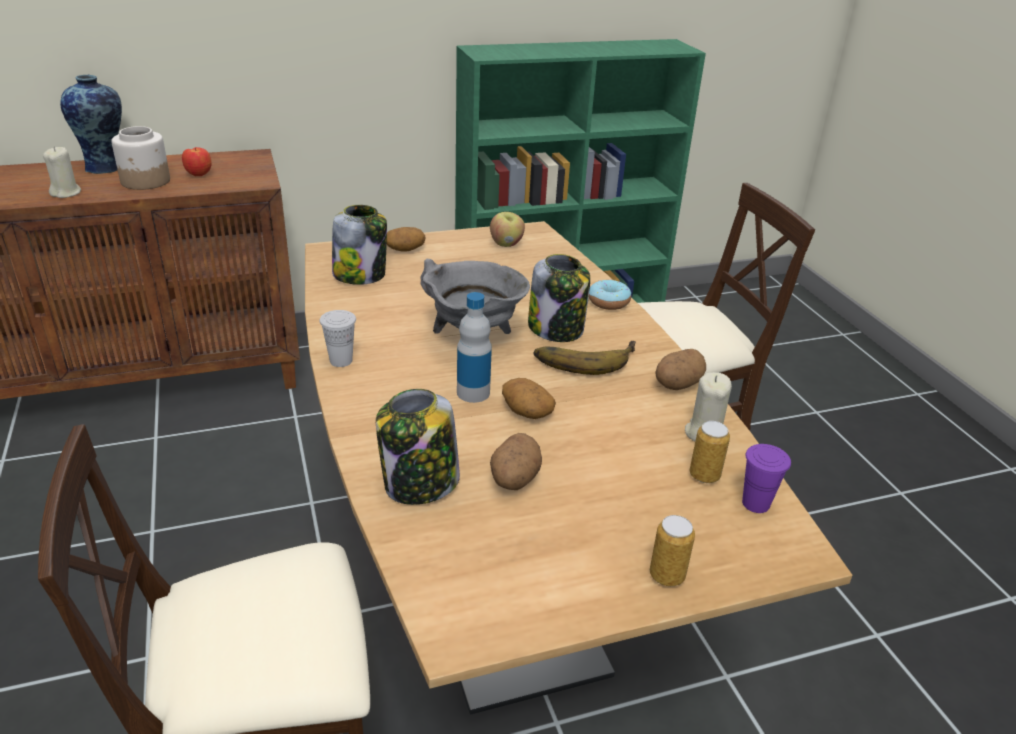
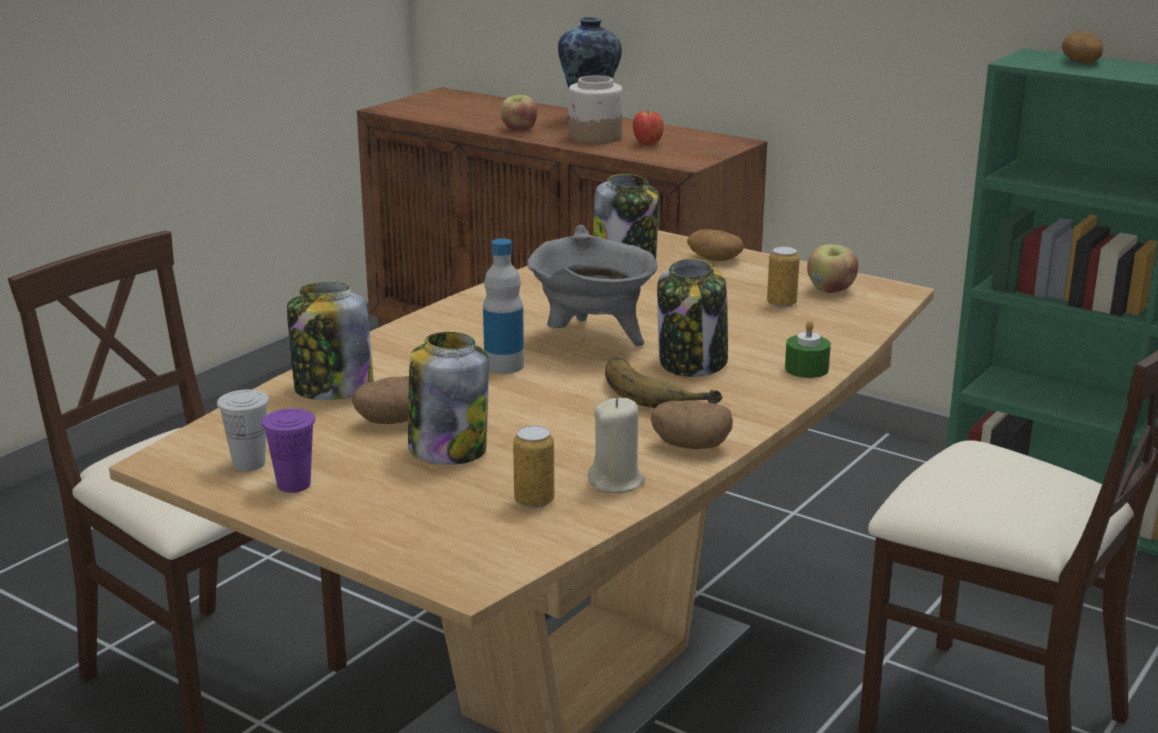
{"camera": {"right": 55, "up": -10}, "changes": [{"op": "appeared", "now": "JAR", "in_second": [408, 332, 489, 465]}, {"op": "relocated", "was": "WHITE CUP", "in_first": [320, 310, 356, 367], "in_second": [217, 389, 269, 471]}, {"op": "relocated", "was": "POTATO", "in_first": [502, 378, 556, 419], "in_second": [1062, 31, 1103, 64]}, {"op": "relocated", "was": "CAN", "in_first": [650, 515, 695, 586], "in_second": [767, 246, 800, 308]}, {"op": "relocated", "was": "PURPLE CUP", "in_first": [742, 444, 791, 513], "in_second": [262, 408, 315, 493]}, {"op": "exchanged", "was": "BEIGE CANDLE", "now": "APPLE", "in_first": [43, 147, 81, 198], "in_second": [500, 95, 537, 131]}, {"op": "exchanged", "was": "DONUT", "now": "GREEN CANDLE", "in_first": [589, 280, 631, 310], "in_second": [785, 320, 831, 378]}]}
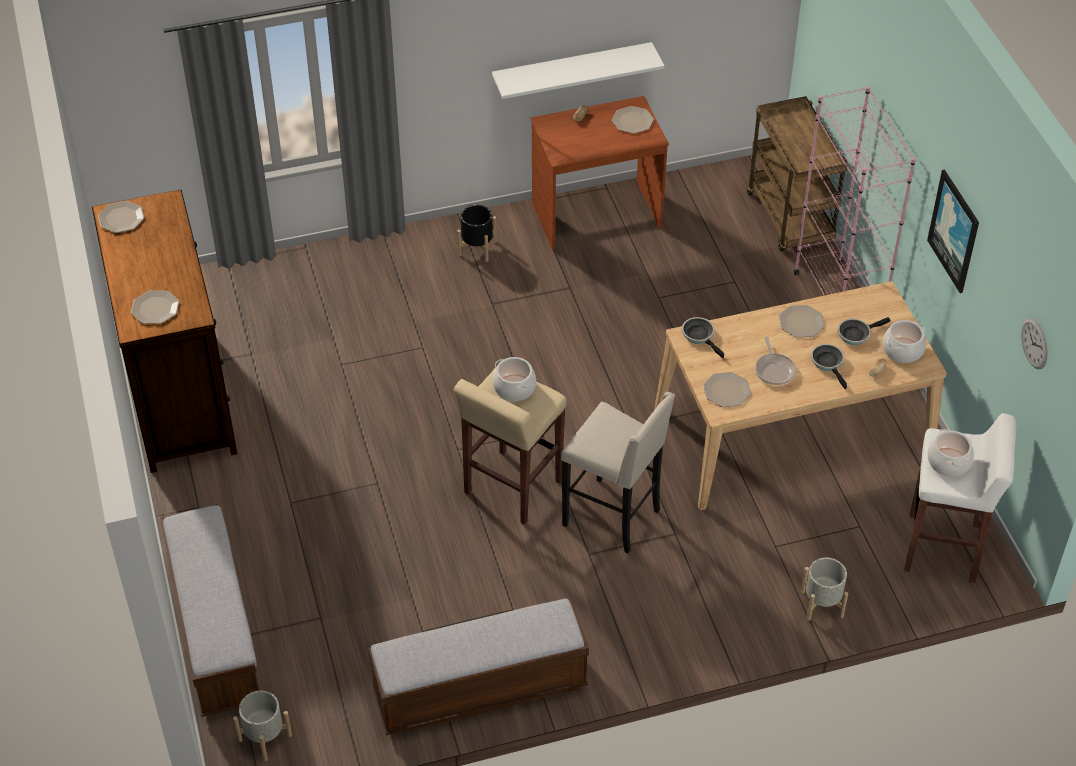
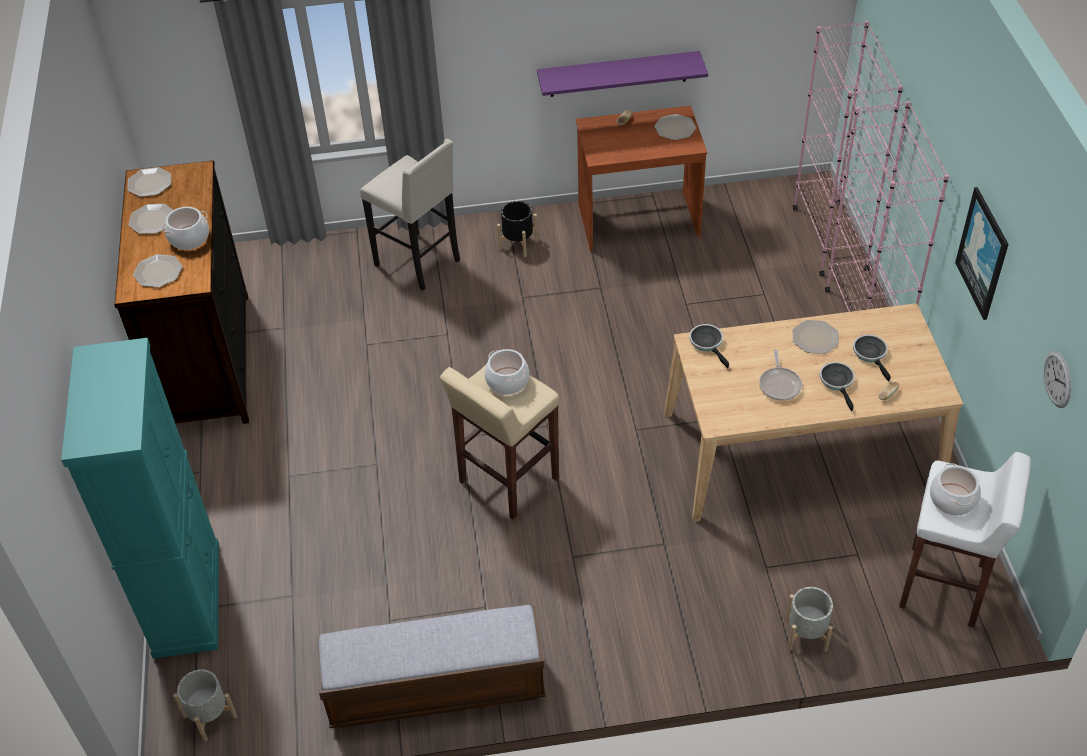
{"camera": {"right": 10, "up": 0}, "changes": [{"op": "relocated", "was": "BEIGE STOOL", "in_first": [561, 392, 675, 554], "in_second": [360, 139, 460, 291]}, {"op": "relocated", "was": "PLATE", "in_first": [703, 372, 751, 407], "in_second": [128, 204, 173, 234]}, {"op": "relocated", "was": "COOKING POT", "in_first": [883, 320, 926, 363], "in_second": [162, 207, 209, 250]}, {"op": "exchanged", "was": "BENCH", "now": "TURQUOISE CABINET", "in_first": [160, 504, 260, 717], "in_second": [61, 338, 219, 659]}, {"op": "exchanged", "was": "BROWN CART", "now": "PINK BOOKCASE", "in_first": [747, 96, 847, 251], "in_second": [793, 21, 903, 277]}, {"op": "colour", "was": "WHITE SHELF", "now": "PURPLE SHELF", "in_first": [492, 42, 665, 99], "in_second": [537, 51, 708, 97]}, {"op": "spun", "was": "FRYING PAN", "in_first": [838, 317, 890, 345], "in_second": [853, 335, 891, 382], "clockwise": 90}]}
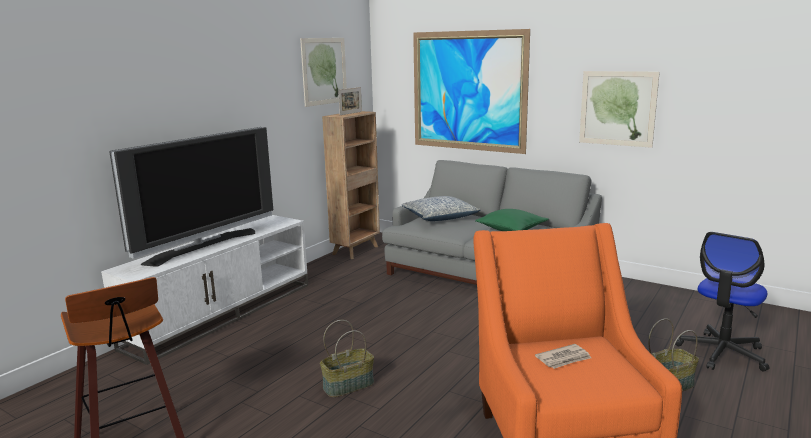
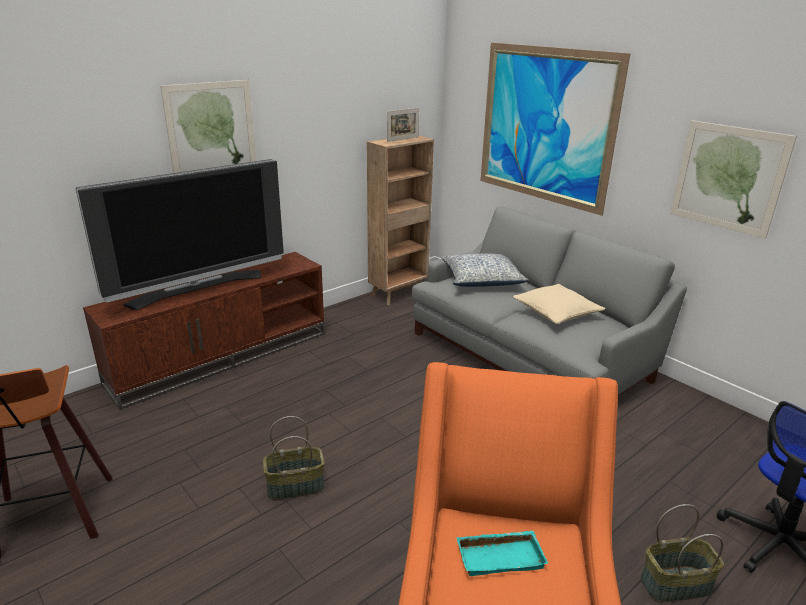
{"camera": {"right": 15, "up": 10}, "changes": [{"op": "relocated", "was": "PICTURE", "in_first": [300, 38, 347, 107], "in_second": [160, 80, 256, 173]}, {"op": "exchanged", "was": "NEWSPAPER", "now": "TURQUOISE TRAY", "in_first": [535, 344, 591, 369], "in_second": [456, 530, 548, 576]}, {"op": "colour", "was": "WHITE TV STAND", "now": "BROWN TV STAND", "in_first": [101, 215, 308, 365], "in_second": [83, 252, 325, 410]}, {"op": "colour", "was": "GREEN PILLOW", "now": "BEIGE PILLOW", "in_first": [475, 209, 548, 231], "in_second": [513, 284, 606, 324]}]}
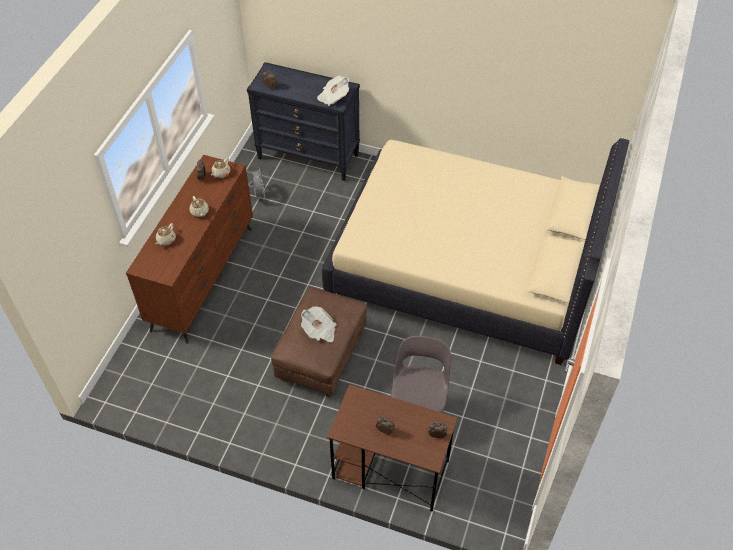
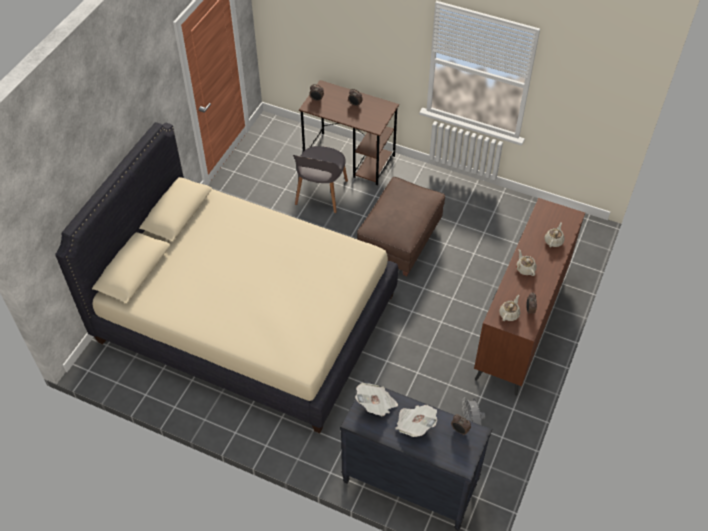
{"camera": {"right": -175, "up": 0}, "changes": [{"op": "relocated", "was": "NEWSPAPER", "in_first": [301, 306, 336, 342], "in_second": [396, 405, 437, 437]}]}
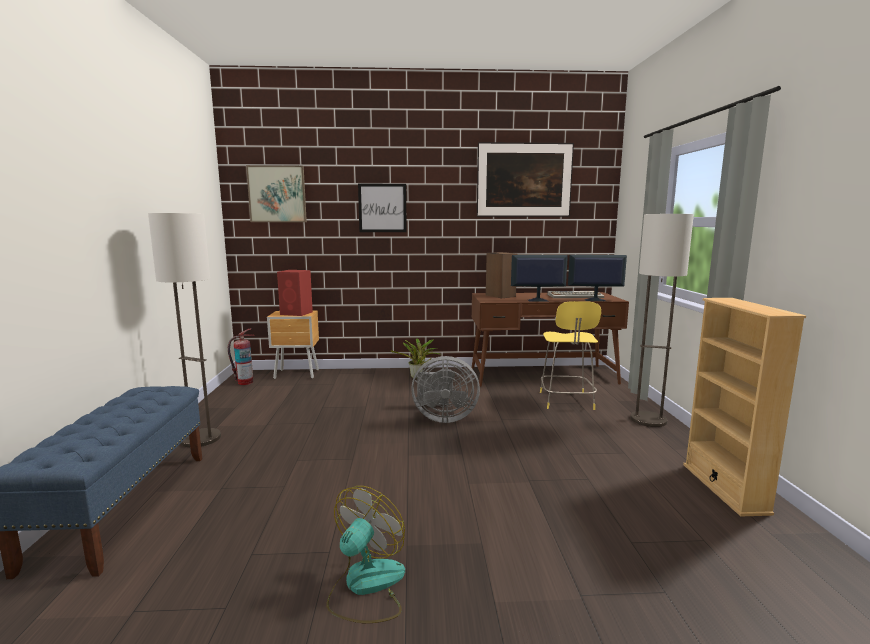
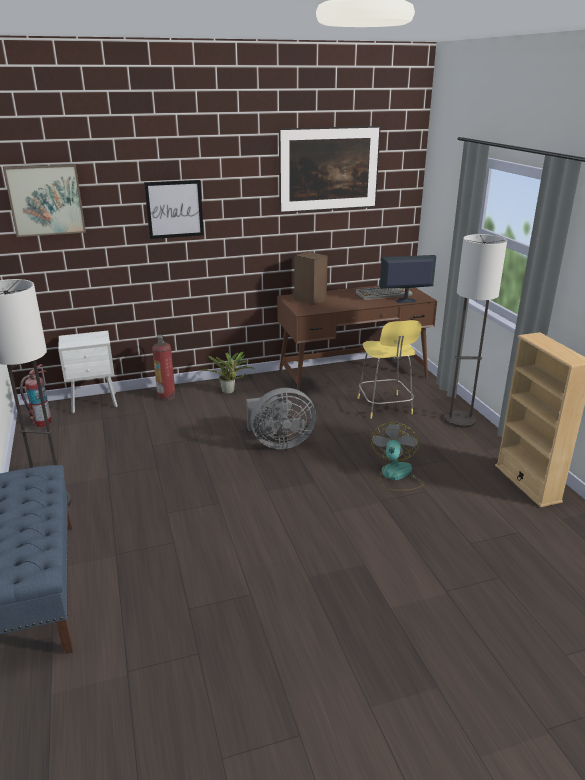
{"camera": {"right": -15, "up": 15}, "changes": [{"op": "missing", "was": "RED SPEAKER", "in_first": [277, 270, 313, 316]}, {"op": "missing", "was": "MONITOR", "in_first": [511, 255, 568, 302]}, {"op": "appeared", "now": "FIRE EXTINGUISHER", "in_second": [152, 335, 176, 401]}, {"op": "relocated", "was": "FAN", "in_first": [327, 486, 405, 623], "in_second": [370, 422, 424, 491]}, {"op": "colour", "was": "BROWN NIGHTSTAND", "now": "WHITE NIGHTSTAND", "in_first": [267, 311, 319, 379], "in_second": [58, 331, 118, 413]}]}
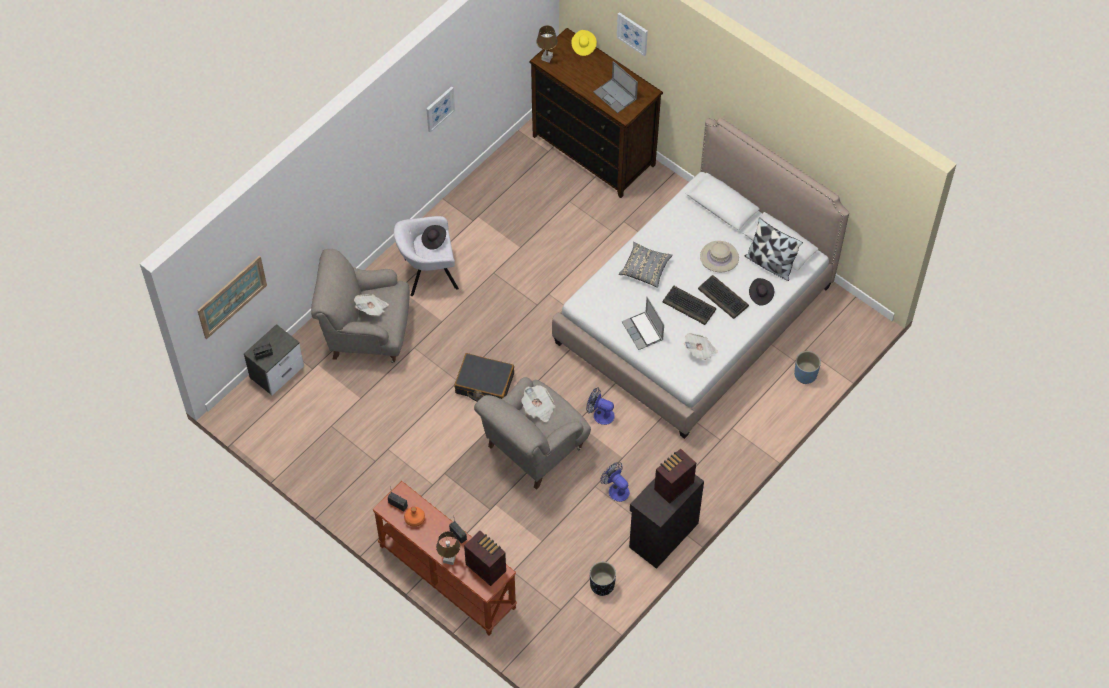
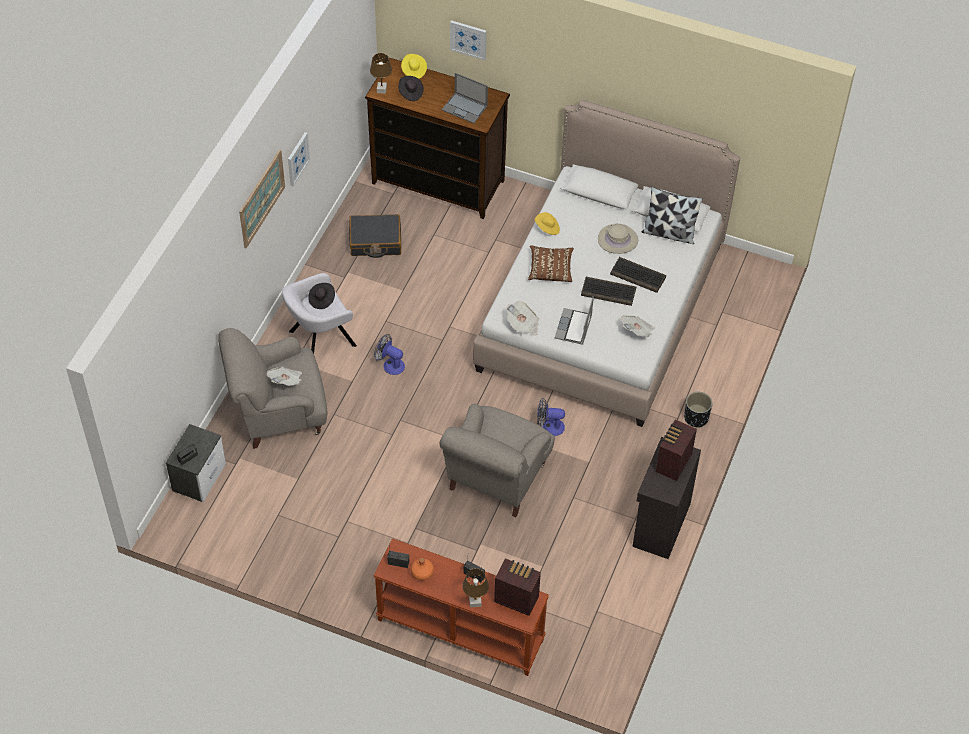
{"camera": {"right": -20, "up": -5}, "changes": [{"op": "missing", "was": "BLUE PLANTER", "in_first": [794, 351, 821, 384]}, {"op": "appeared", "now": "YELLOW HAT", "in_second": [535, 212, 560, 235]}, {"op": "relocated", "was": "PICTURE", "in_first": [197, 256, 267, 339], "in_second": [239, 150, 285, 248]}, {"op": "relocated", "was": "BLACK SUITCASE", "in_first": [454, 353, 514, 402], "in_second": [349, 214, 401, 258]}, {"op": "relocated", "was": "NEWSPAPER", "in_first": [521, 385, 556, 422], "in_second": [506, 301, 539, 336]}, {"op": "relocated", "was": "BLACK PLANTER", "in_first": [590, 562, 616, 596], "in_second": [684, 392, 712, 428]}, {"op": "relocated", "was": "FAN", "in_first": [601, 462, 630, 502], "in_second": [374, 334, 405, 375]}, {"op": "relocated", "was": "BLACK HAT", "in_first": [749, 278, 774, 306], "in_second": [398, 76, 424, 101]}, {"op": "colour", "was": "GREY PILLOW", "now": "BROWN PILLOW", "in_first": [619, 242, 673, 288], "in_second": [528, 245, 574, 282]}, {"op": "spun", "was": "LAPTOP", "in_first": [622, 297, 664, 350], "in_second": [555, 296, 594, 345], "clockwise": 60}]}
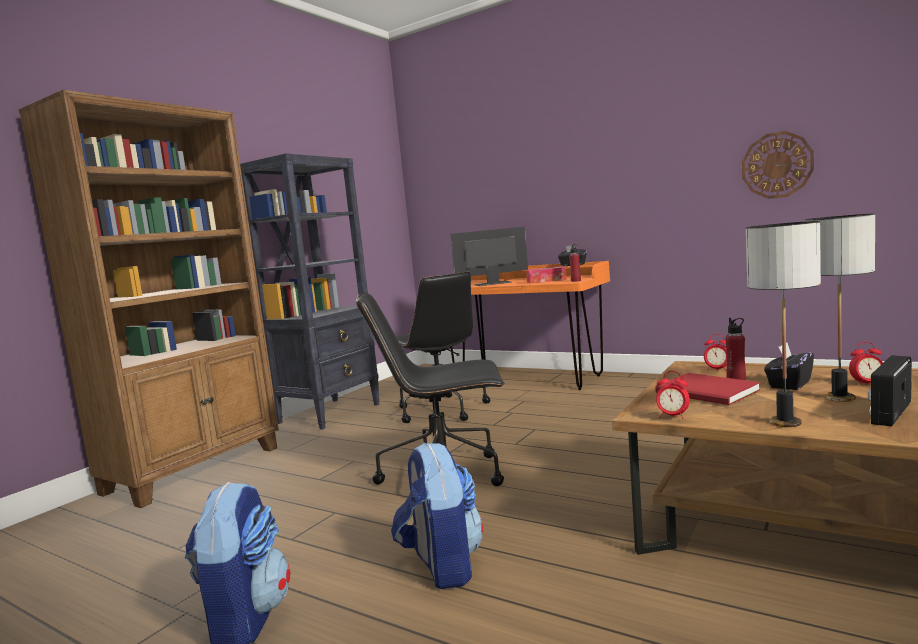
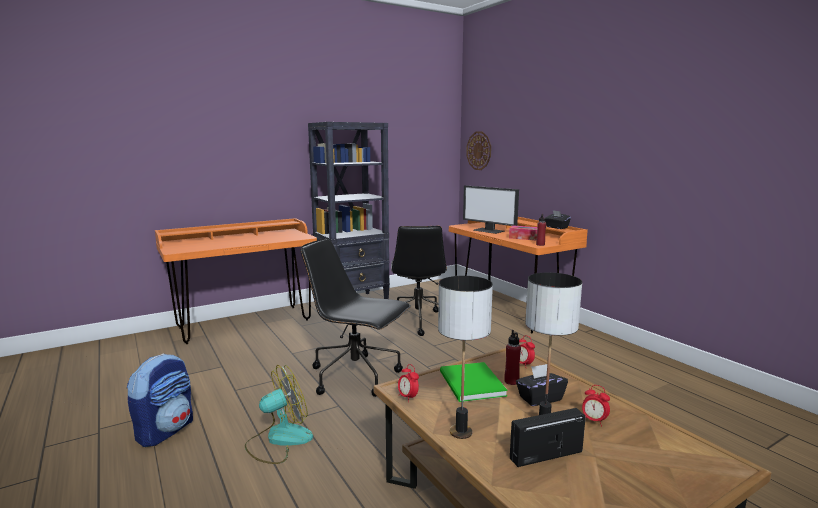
{"camera": {"right": 25, "up": 5}, "changes": [{"op": "relocated", "was": "WALL CLOCK", "in_first": [742, 131, 814, 199], "in_second": [466, 131, 491, 170]}, {"op": "exchanged", "was": "BROWN BOOKCASE", "now": "ORANGE DESK", "in_first": [19, 90, 279, 508], "in_second": [155, 218, 317, 344]}, {"op": "exchanged", "was": "BACKPACK", "now": "FAN", "in_first": [391, 442, 483, 589], "in_second": [245, 365, 313, 464]}, {"op": "colour", "was": "RED BOOK", "now": "GREEN BOOK", "in_first": [655, 373, 760, 405], "in_second": [440, 362, 508, 402]}, {"op": "spun", "was": "MONITOR", "in_first": [450, 227, 528, 286], "in_second": [463, 185, 519, 234], "clockwise": -150}]}
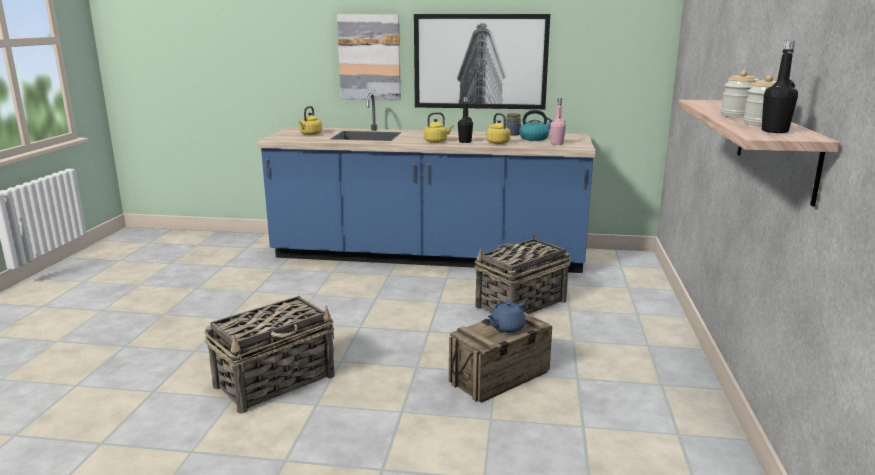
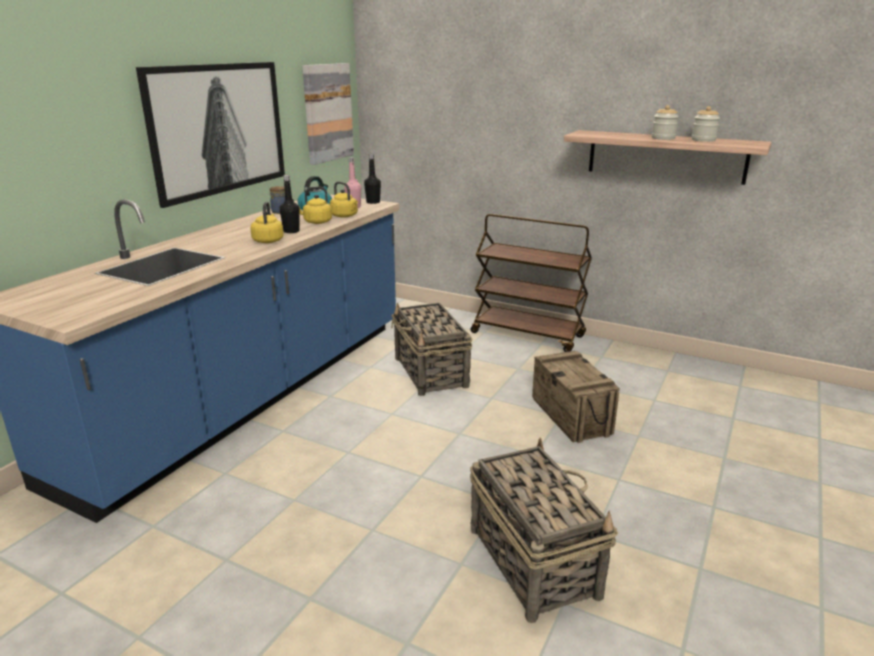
{"camera": {"right": -70, "up": 5}, "changes": [{"op": "missing", "was": "BLUE TEAPOT", "in_first": [487, 301, 526, 333]}, {"op": "appeared", "now": "BROWN CART", "in_second": [471, 214, 592, 352]}, {"op": "relocated", "was": "YELLOW KETTLE", "in_first": [299, 106, 322, 135], "in_second": [330, 181, 358, 218]}, {"op": "relocated", "was": "PICTURE", "in_first": [337, 14, 401, 100], "in_second": [302, 63, 354, 165]}, {"op": "relocated", "was": "BLACK BOTTLE", "in_first": [761, 41, 798, 133], "in_second": [364, 154, 381, 204]}]}
